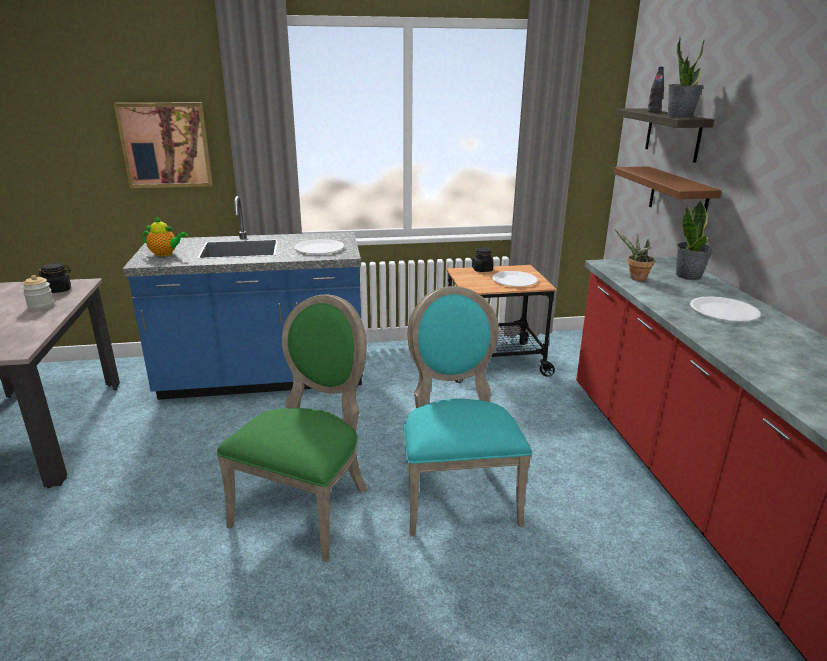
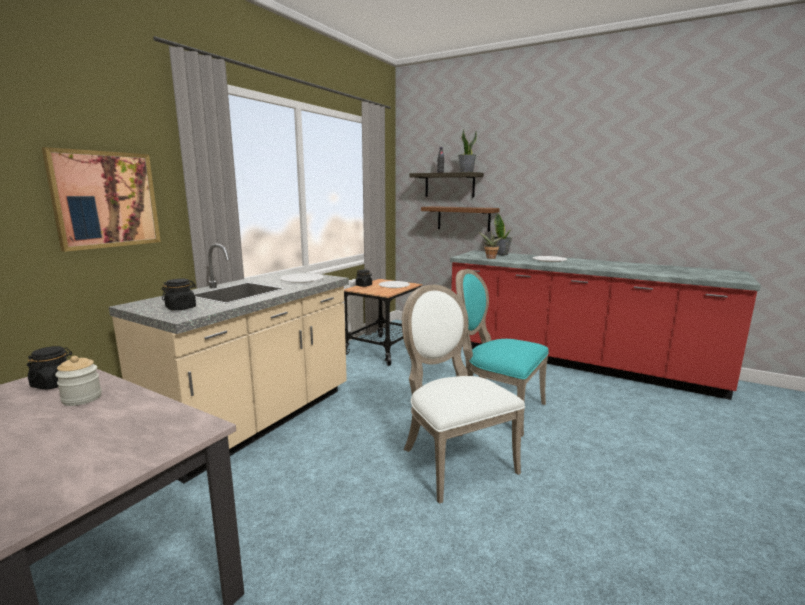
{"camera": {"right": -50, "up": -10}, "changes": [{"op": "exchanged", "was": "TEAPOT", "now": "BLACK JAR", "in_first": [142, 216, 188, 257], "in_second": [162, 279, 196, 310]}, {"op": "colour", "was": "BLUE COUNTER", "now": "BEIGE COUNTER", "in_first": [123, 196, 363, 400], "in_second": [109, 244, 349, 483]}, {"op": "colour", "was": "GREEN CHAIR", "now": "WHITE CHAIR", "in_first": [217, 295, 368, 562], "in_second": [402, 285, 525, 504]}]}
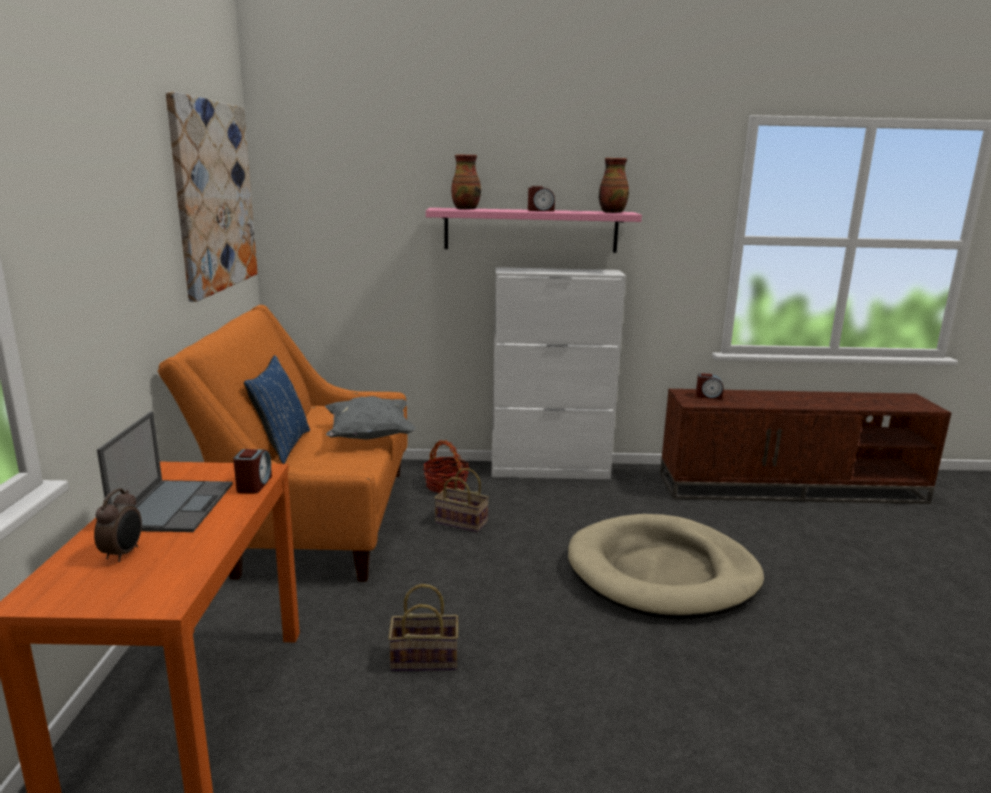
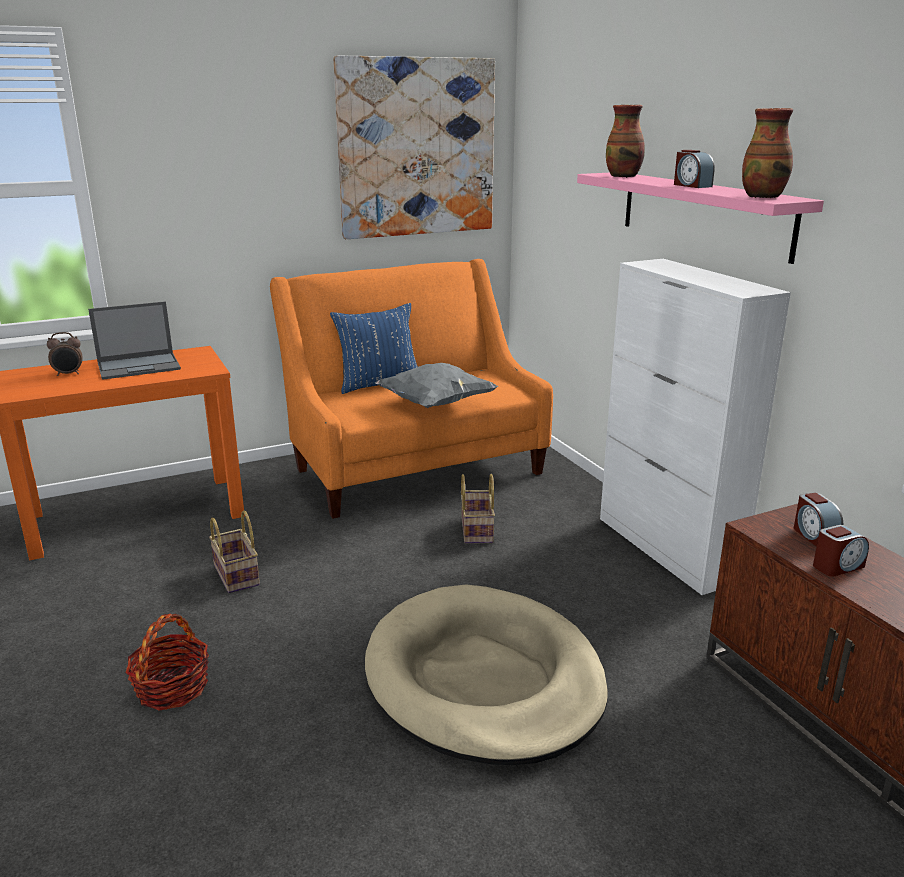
{"camera": {"right": 65, "up": 5}, "changes": [{"op": "relocated", "was": "ALARM CLOCK", "in_first": [233, 449, 272, 494], "in_second": [813, 525, 869, 577]}, {"op": "relocated", "was": "BASKET", "in_first": [423, 440, 469, 493], "in_second": [125, 614, 209, 711]}]}
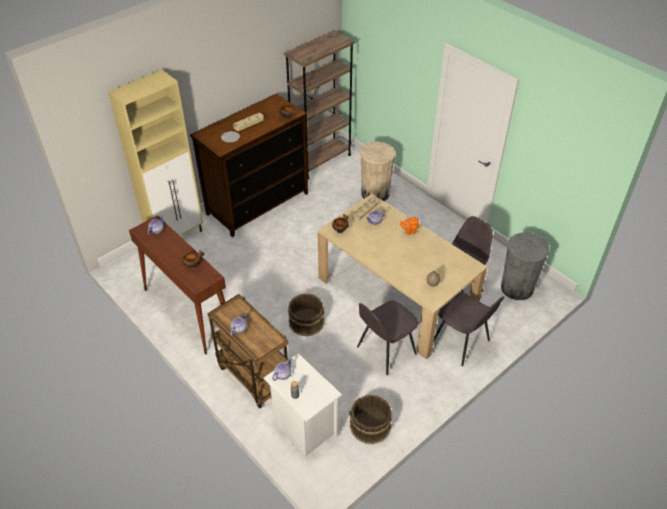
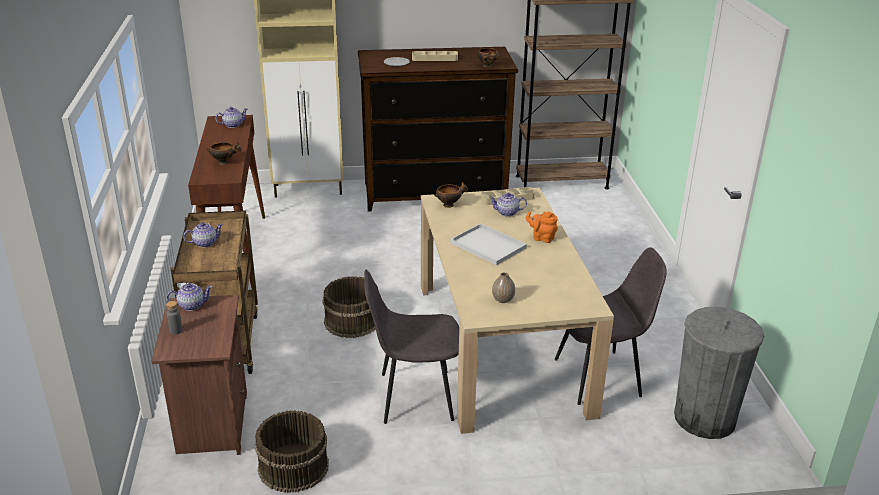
{"camera": {"right": 35, "up": -15}, "changes": [{"op": "missing", "was": "BEIGE TRASH CAN", "in_first": [360, 142, 395, 201]}, {"op": "missing", "was": "GREY CHAIR", "in_first": [434, 292, 504, 366]}, {"op": "appeared", "now": "WHITE TRAY", "in_second": [450, 223, 527, 266]}, {"op": "colour", "was": "WHITE NIGHTSTAND", "now": "BROWN NIGHTSTAND", "in_first": [264, 354, 342, 456], "in_second": [151, 295, 247, 455]}]}
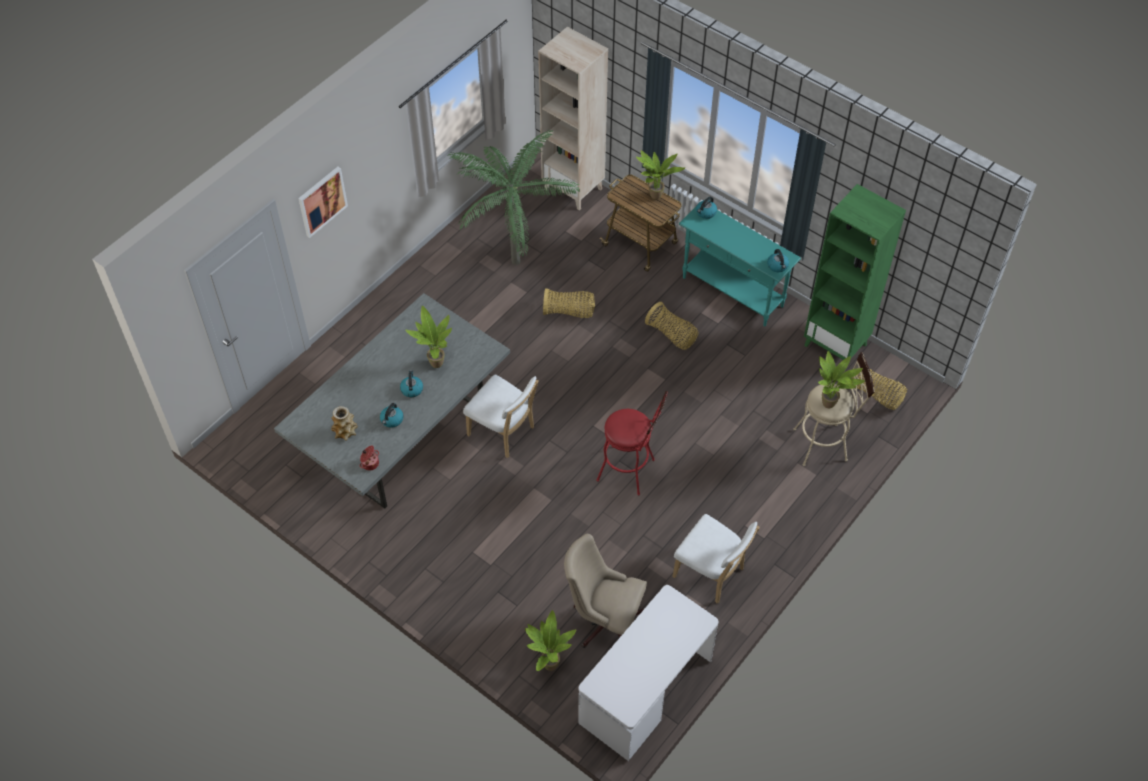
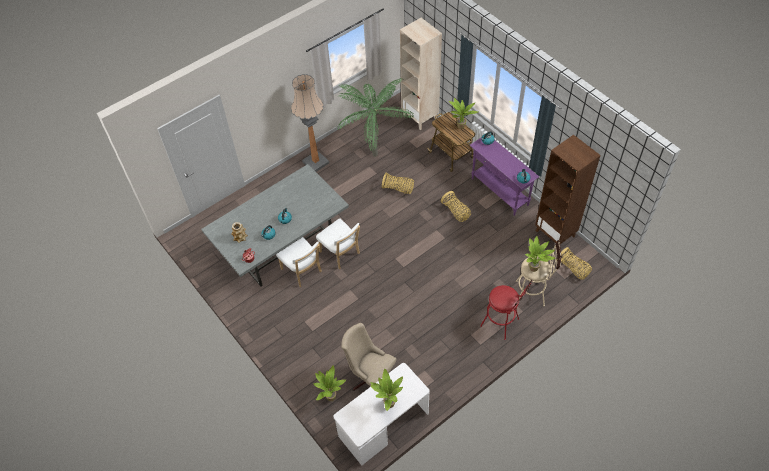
{"camera": {"right": 15, "up": 0}, "changes": [{"op": "missing", "was": "PICTURE", "in_first": [298, 167, 348, 238]}, {"op": "appeared", "now": "FLOOR LAMP", "in_second": [291, 74, 329, 172]}, {"op": "relocated", "was": "POTTED PLANT", "in_first": [406, 306, 452, 368], "in_second": [370, 369, 403, 411]}, {"op": "relocated", "was": "RED STOOL", "in_first": [596, 391, 668, 495], "in_second": [480, 280, 533, 340]}, {"op": "relocated", "was": "WHITE CHAIR", "in_first": [672, 514, 760, 603], "in_second": [276, 237, 322, 287]}, {"op": "colour", "was": "TURQUOISE CONSOLE TABLE", "now": "PURPLE CONSOLE TABLE", "in_first": [679, 207, 801, 327], "in_second": [469, 137, 539, 216]}, {"op": "colour", "was": "GREEN BOOKCASE", "now": "BROWN BOOKCASE", "in_first": [804, 184, 906, 369], "in_second": [535, 135, 601, 244]}]}
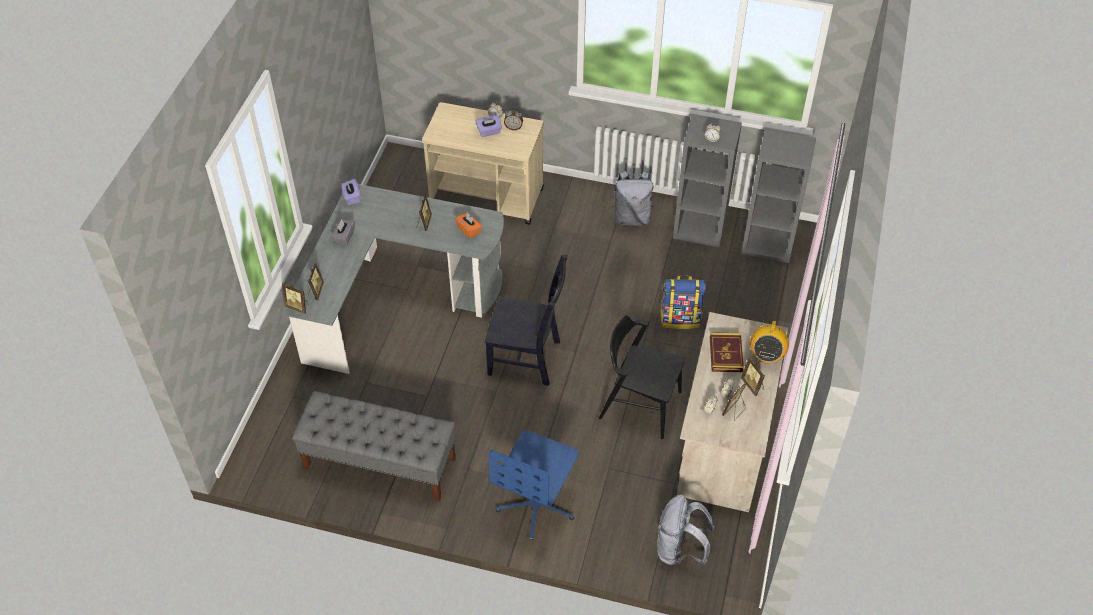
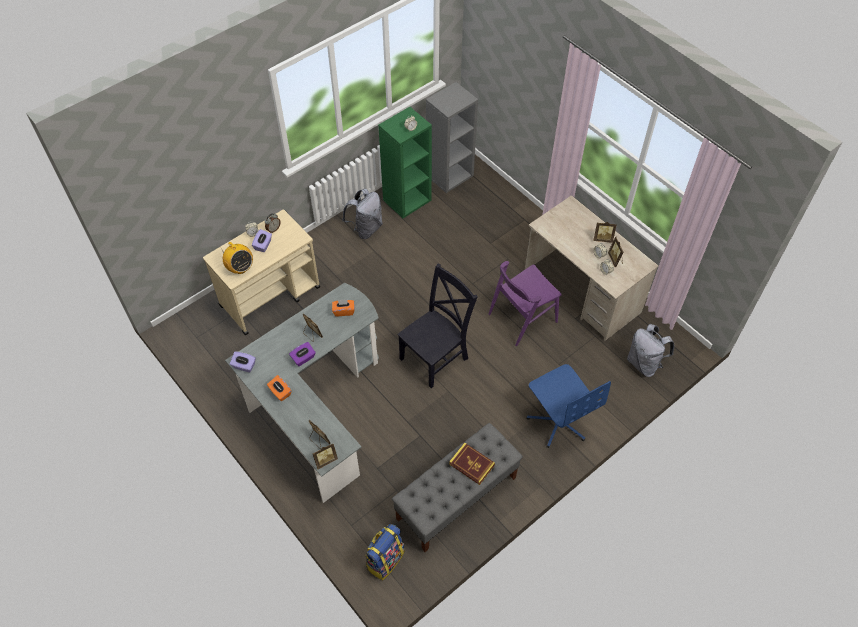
{"camera": {"right": -55, "up": 5}, "changes": [{"op": "appeared", "now": "PURPLE TISSUE BOX", "in_second": [289, 342, 316, 366]}, {"op": "relocated", "was": "BACKPACK", "in_first": [660, 275, 706, 329], "in_second": [365, 524, 405, 581]}, {"op": "relocated", "was": "BOOK", "in_first": [710, 332, 744, 372], "in_second": [449, 442, 495, 485]}, {"op": "relocated", "was": "RADIO", "in_first": [750, 319, 789, 364], "in_second": [221, 242, 253, 274]}, {"op": "colour", "was": "GREY TISSUE BOX", "now": "ORANGE TISSUE BOX", "in_first": [332, 220, 355, 245], "in_second": [267, 375, 291, 401]}, {"op": "colour", "was": "BLACK CHAIR", "now": "PURPLE CHAIR", "in_first": [599, 315, 685, 439], "in_second": [489, 261, 561, 346]}, {"op": "colour", "was": "GREY BOOKCASE", "now": "GREEN BOOKCASE", "in_first": [673, 114, 742, 247], "in_second": [378, 107, 432, 218]}]}
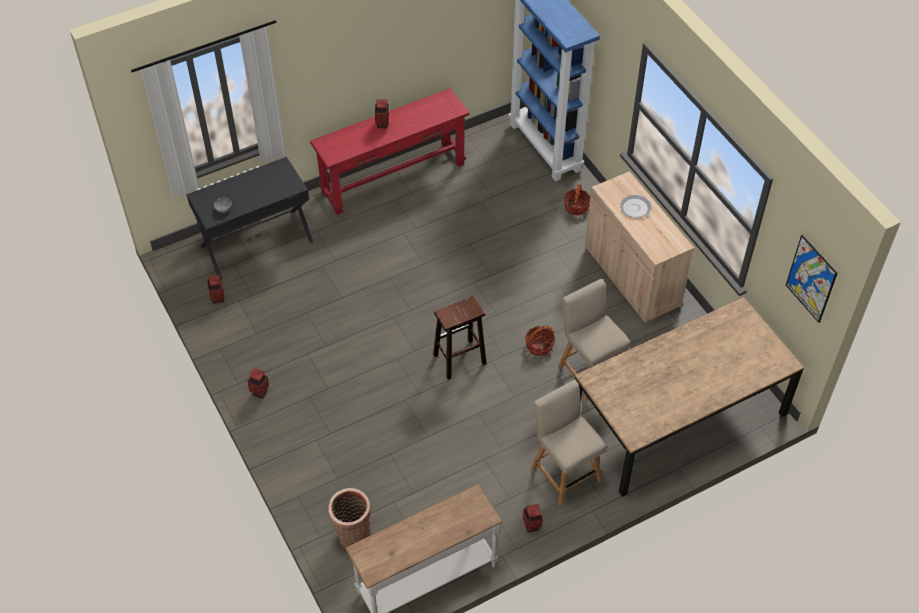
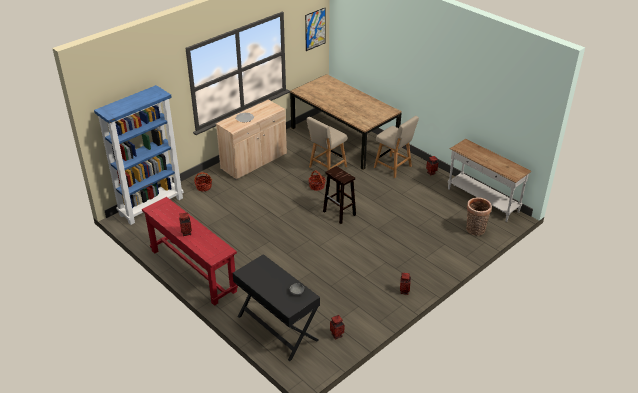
{"camera": {"right": -105, "up": -15}, "changes": [{"op": "spun", "was": "BEIGE CHAIR", "in_first": [531, 380, 606, 506], "in_second": [374, 116, 419, 178], "clockwise": -90}]}
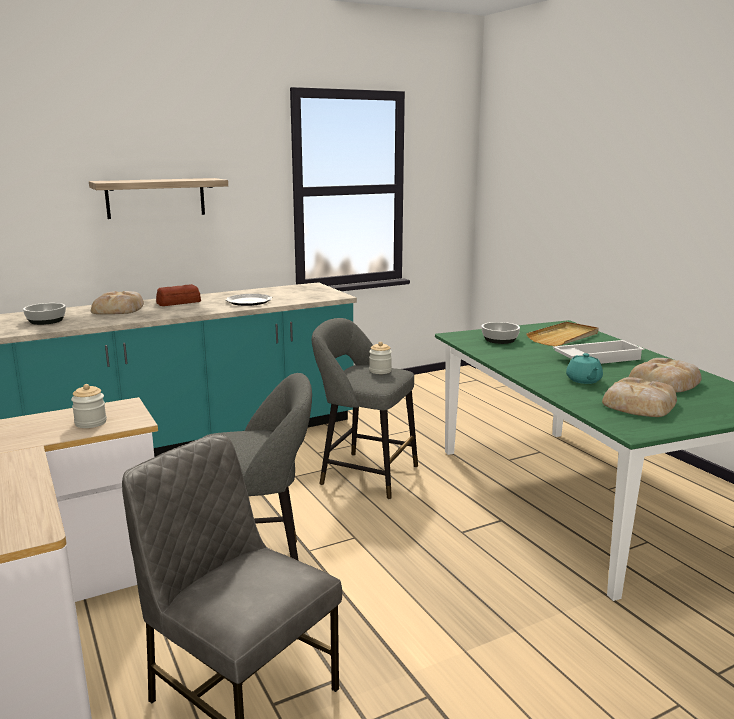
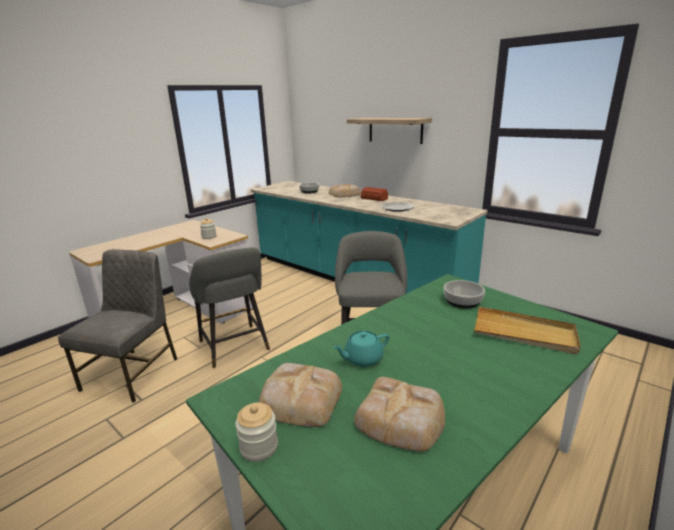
{"camera": {"right": 70, "up": 5}, "changes": [{"op": "missing", "was": "WHITE TRAY", "in_first": [552, 340, 645, 364]}, {"op": "relocated", "was": "JAR", "in_first": [369, 342, 392, 374], "in_second": [235, 403, 278, 462]}]}
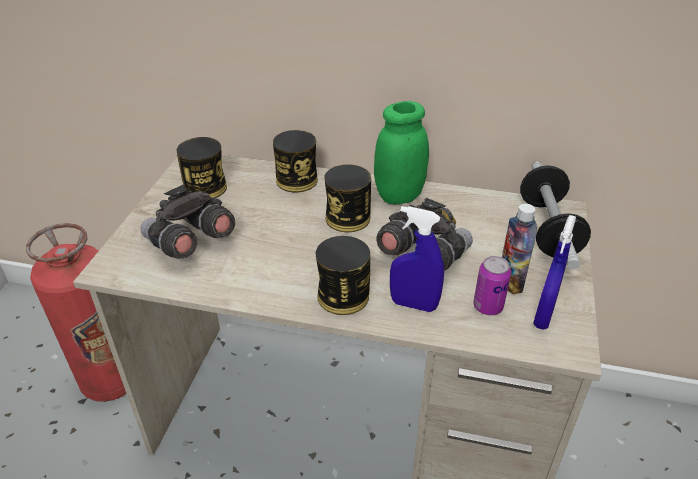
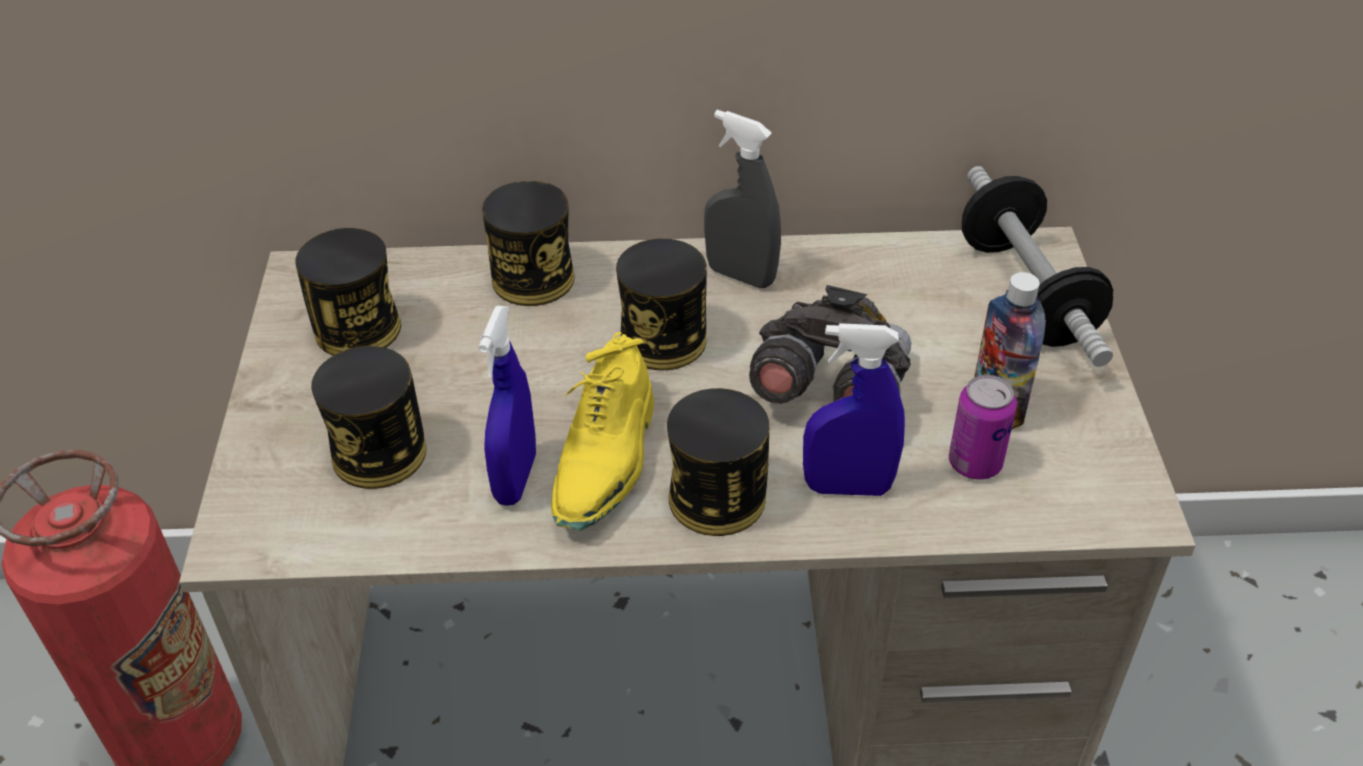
{"camera": {"right": -15, "up": 5}, "changes": [{"op": "appeared", "now": "YELLOW SHOE", "in_second": [551, 332, 654, 531]}, {"op": "relocated", "was": "BLUE SPRAY BOTTLE", "in_first": [533, 215, 576, 330], "in_second": [479, 306, 536, 506]}, {"op": "exchanged", "was": "GREY BINOCULARS", "now": "CAN", "in_first": [141, 185, 235, 259], "in_second": [311, 346, 426, 489]}, {"op": "exchanged", "was": "GREEN JAR", "now": "GREY SPRAY BOTTLE", "in_first": [374, 101, 429, 205], "in_second": [704, 110, 781, 288]}]}
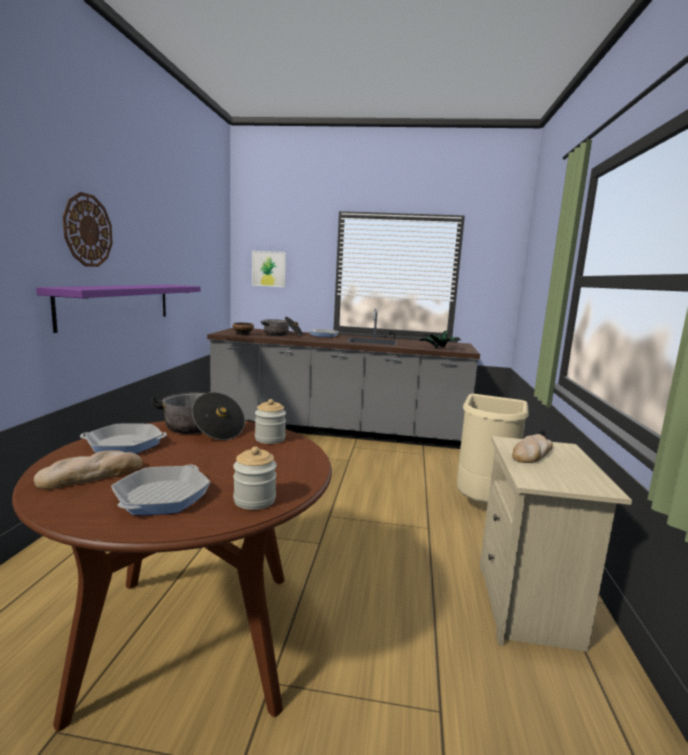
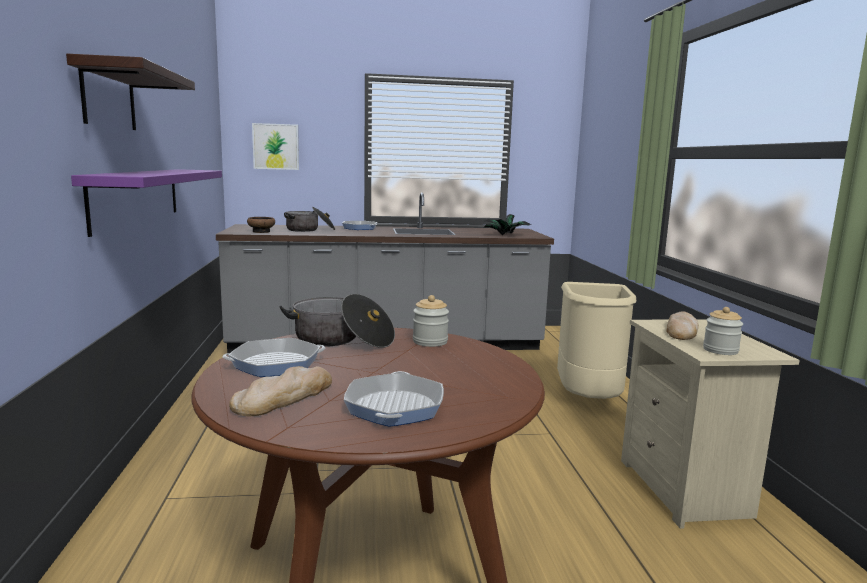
{"camera": {"right": -15, "up": 0}, "changes": [{"op": "relocated", "was": "JAR", "in_first": [233, 446, 277, 510], "in_second": [703, 307, 743, 355]}, {"op": "exchanged", "was": "WALL CLOCK", "now": "SHELF", "in_first": [63, 192, 113, 267], "in_second": [66, 54, 195, 130]}]}
